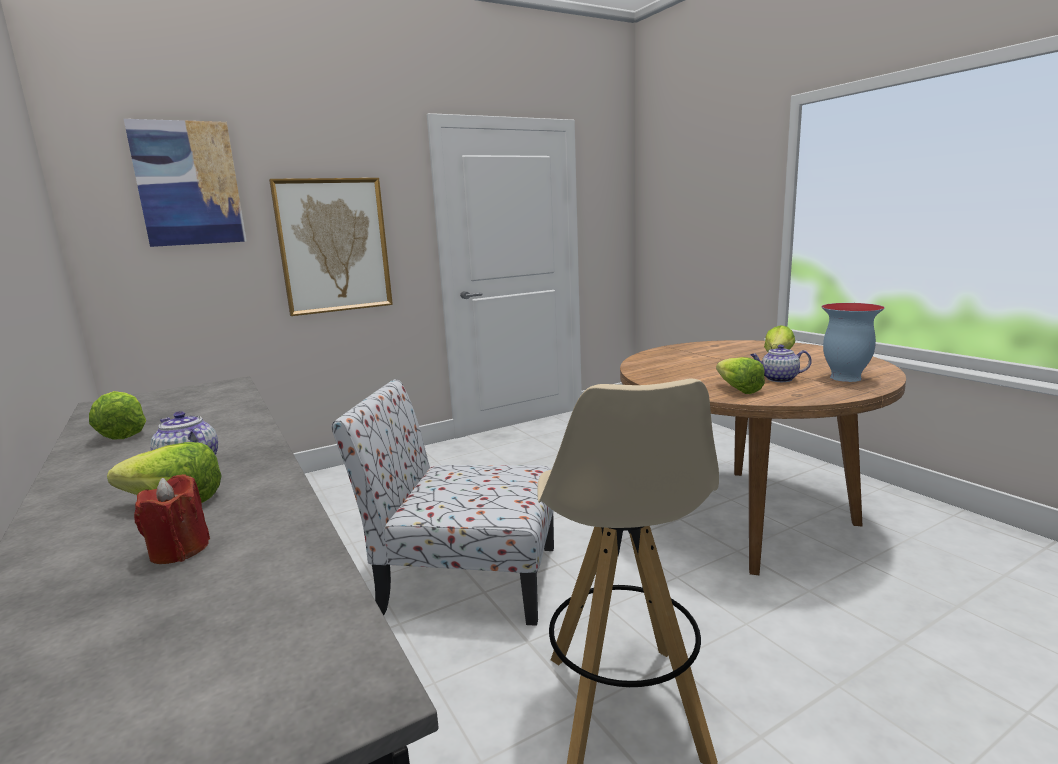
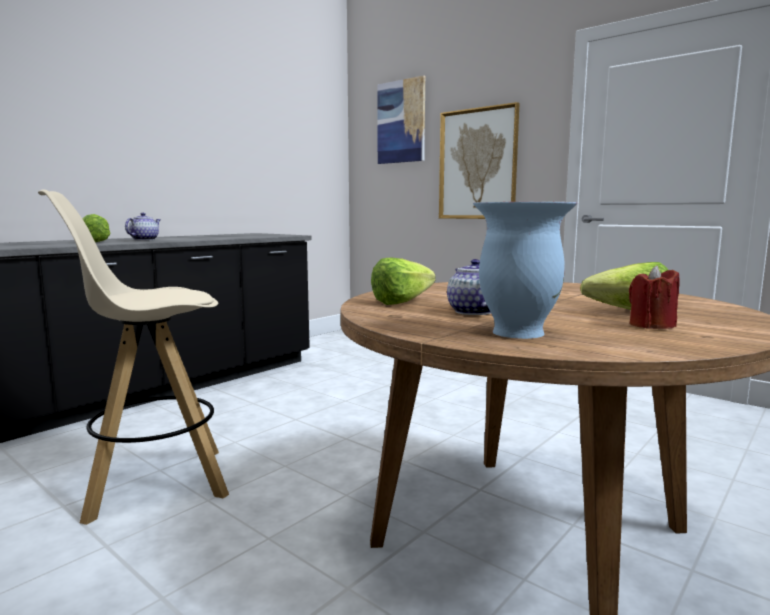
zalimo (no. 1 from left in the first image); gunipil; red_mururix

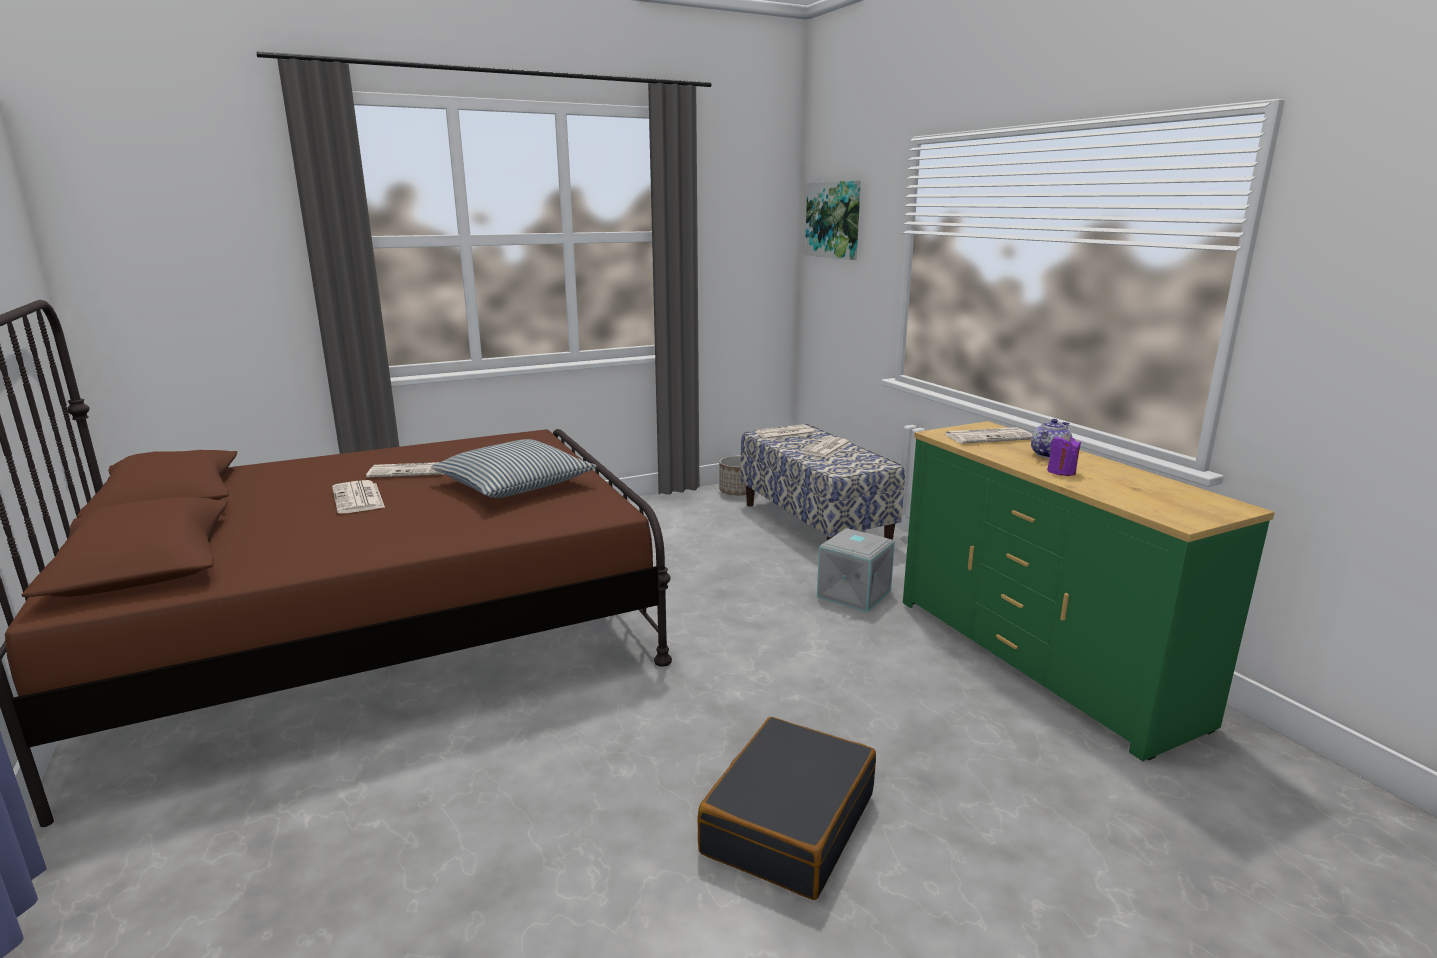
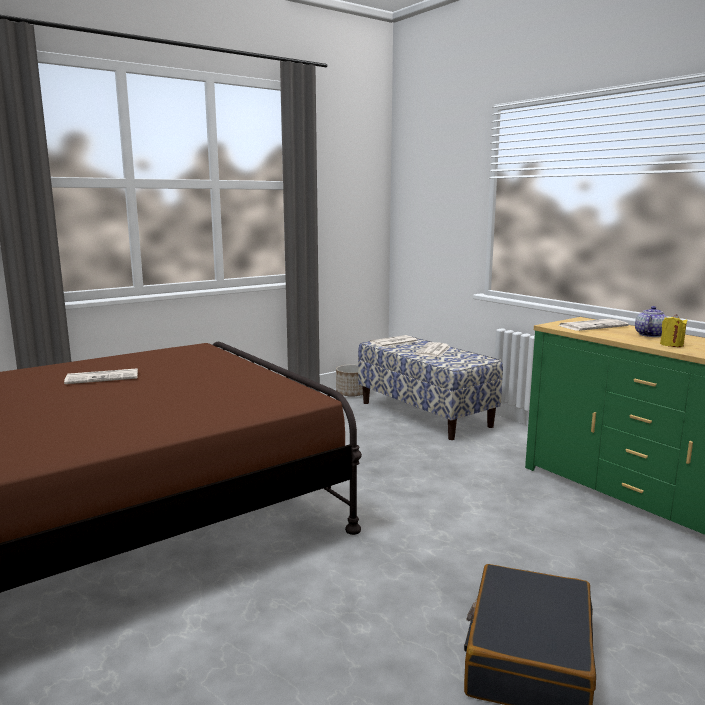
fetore (no. 1 from left in the first image); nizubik; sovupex; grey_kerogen; yellow_mururix

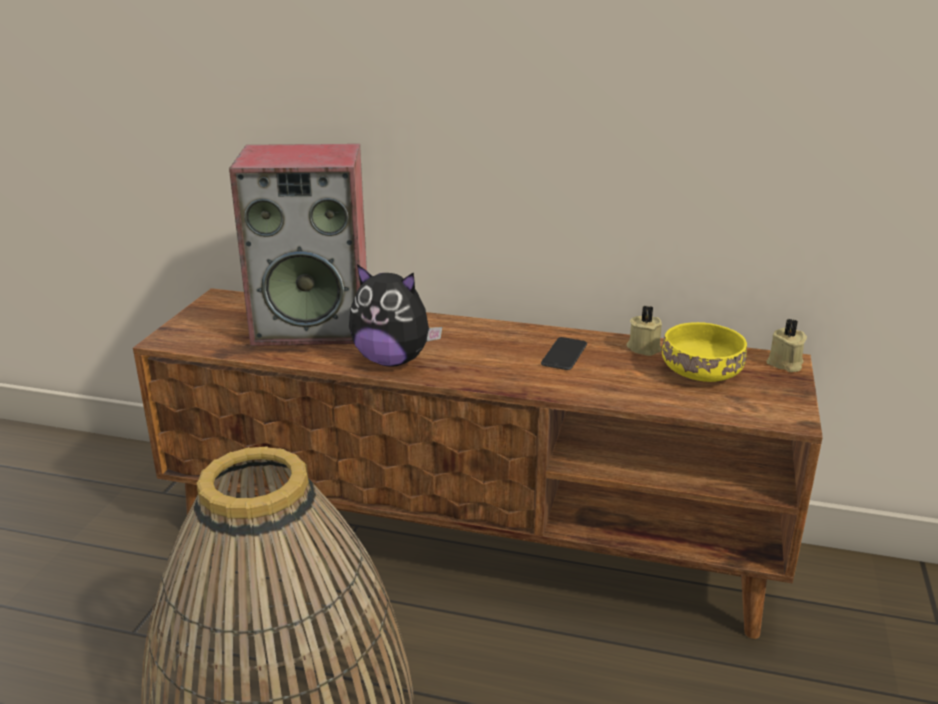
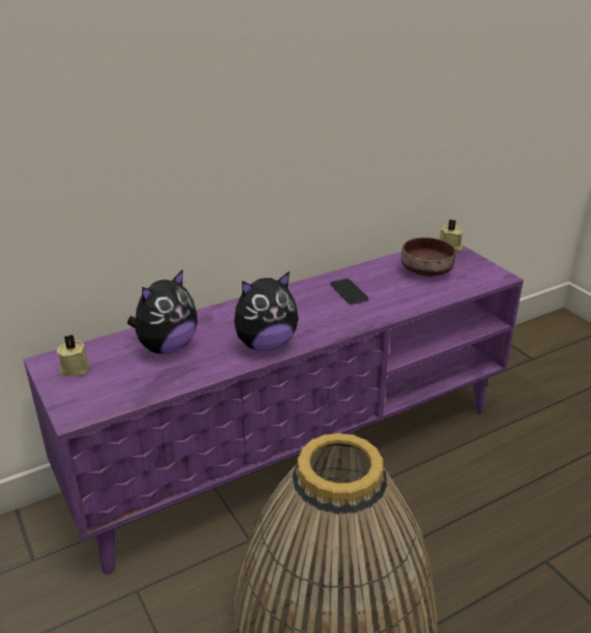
beige_mururix (no. 1 from left); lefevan (no. 1 from left); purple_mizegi; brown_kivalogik

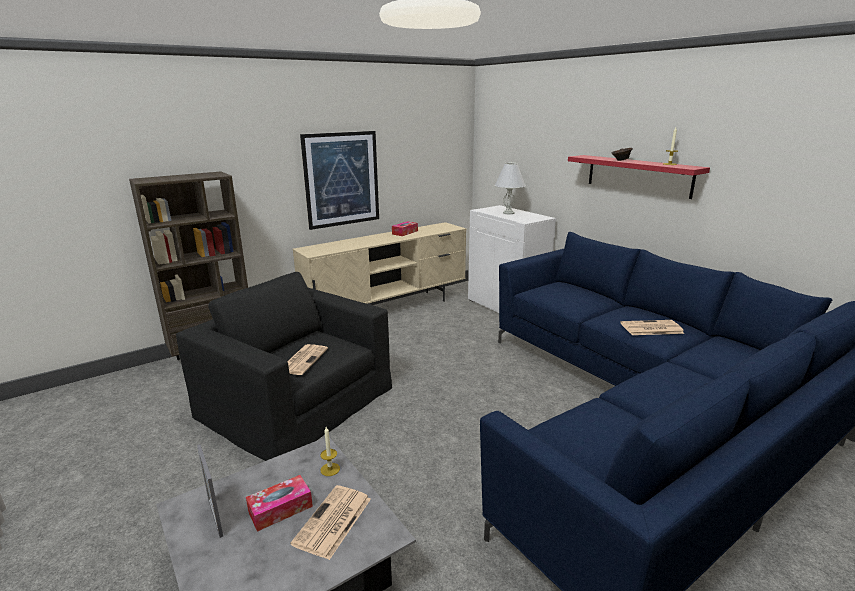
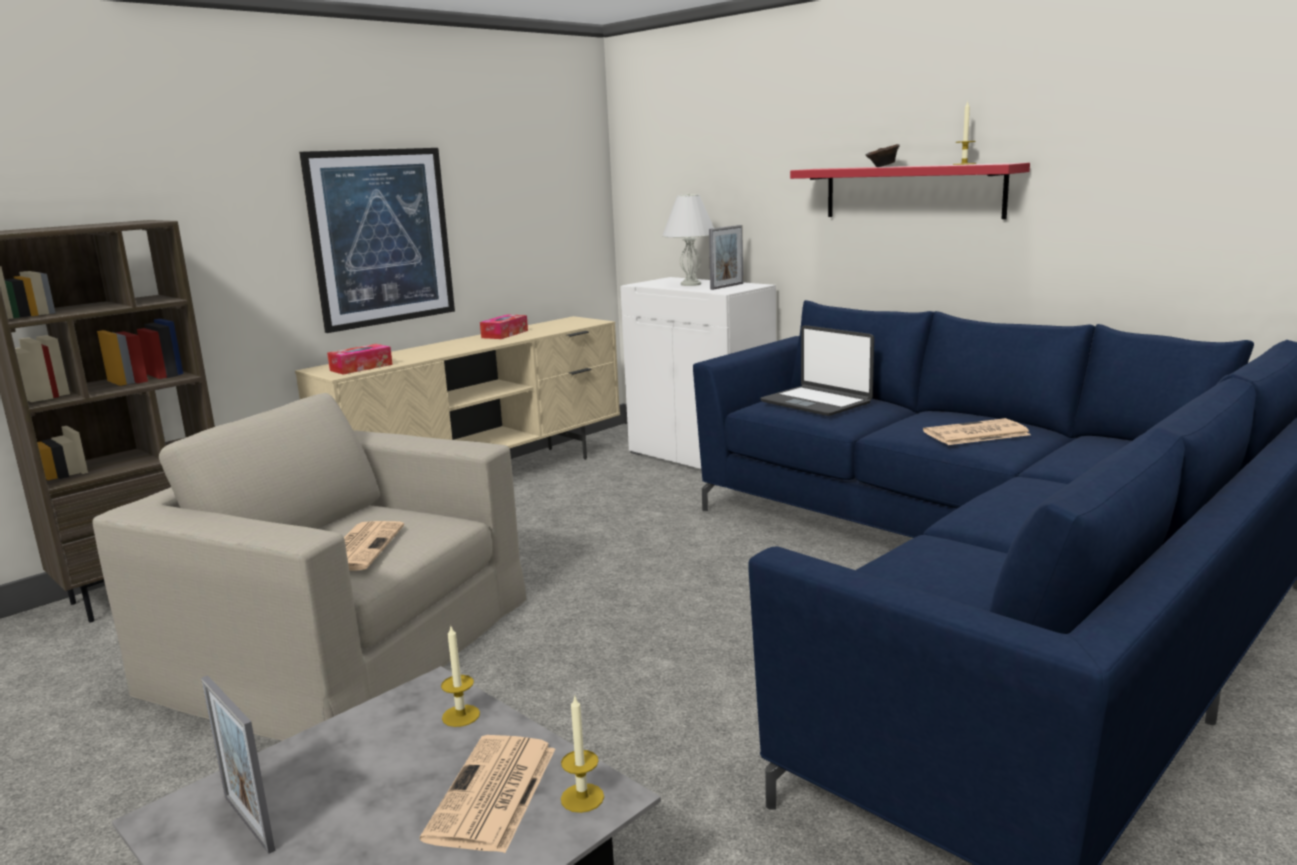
mururix (no. 2 from left); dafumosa (no. 2 from left); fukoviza; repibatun (no. 1 from left); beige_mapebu

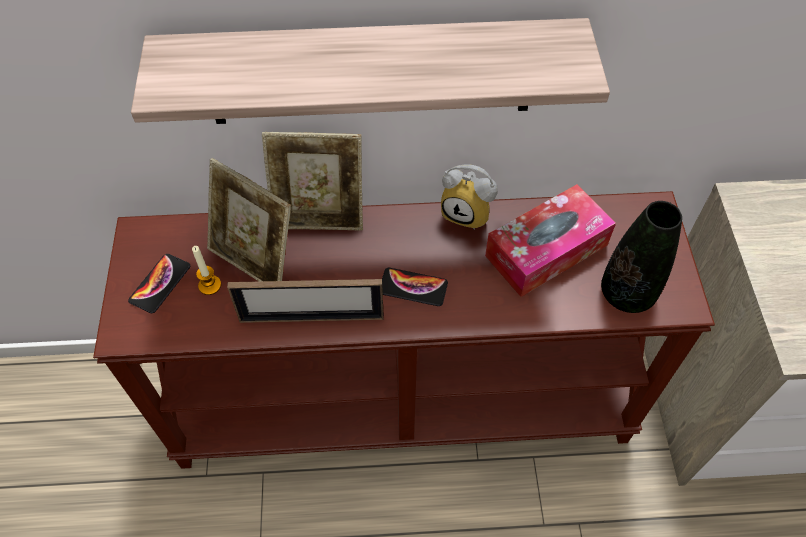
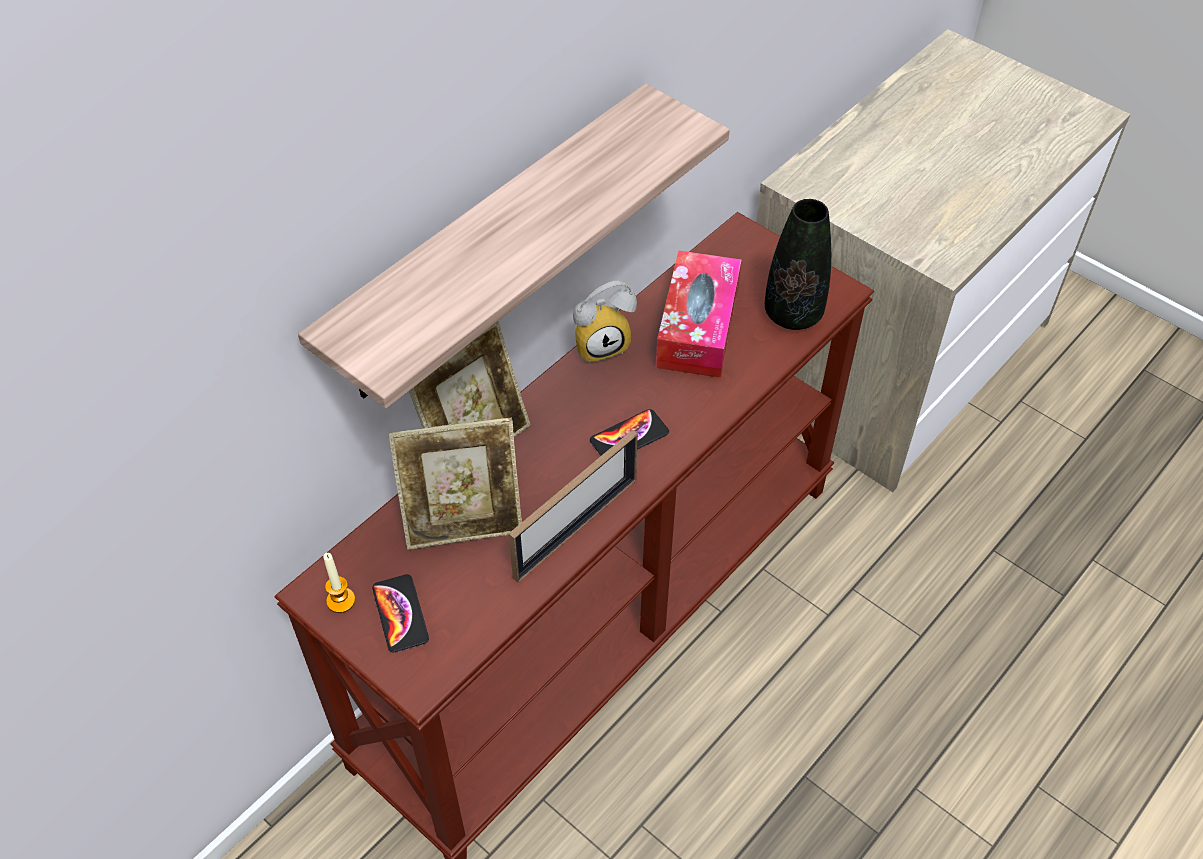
mururix

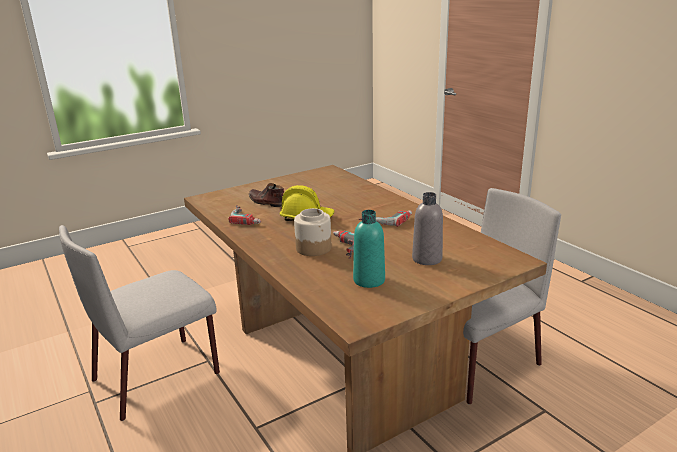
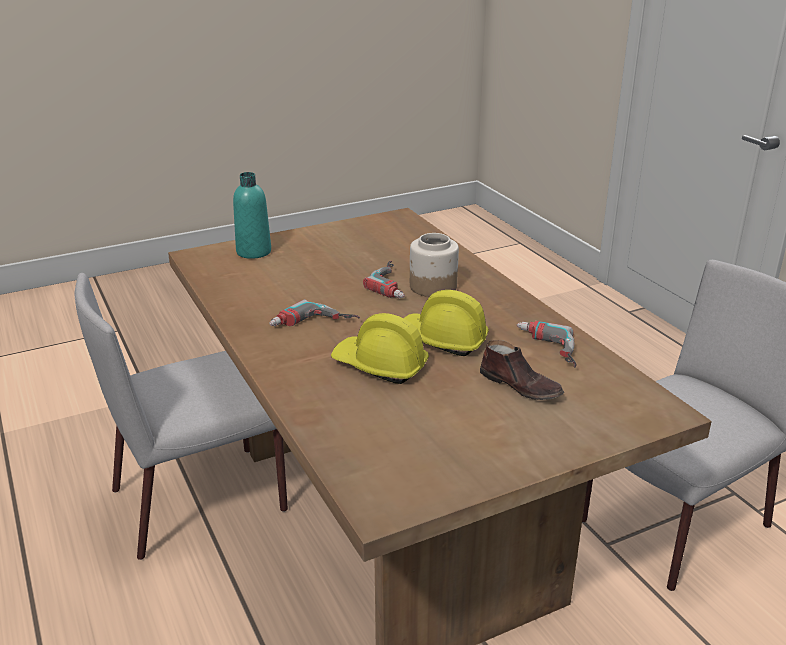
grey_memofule; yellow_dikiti (no. 1 from left); turquoise_memofule

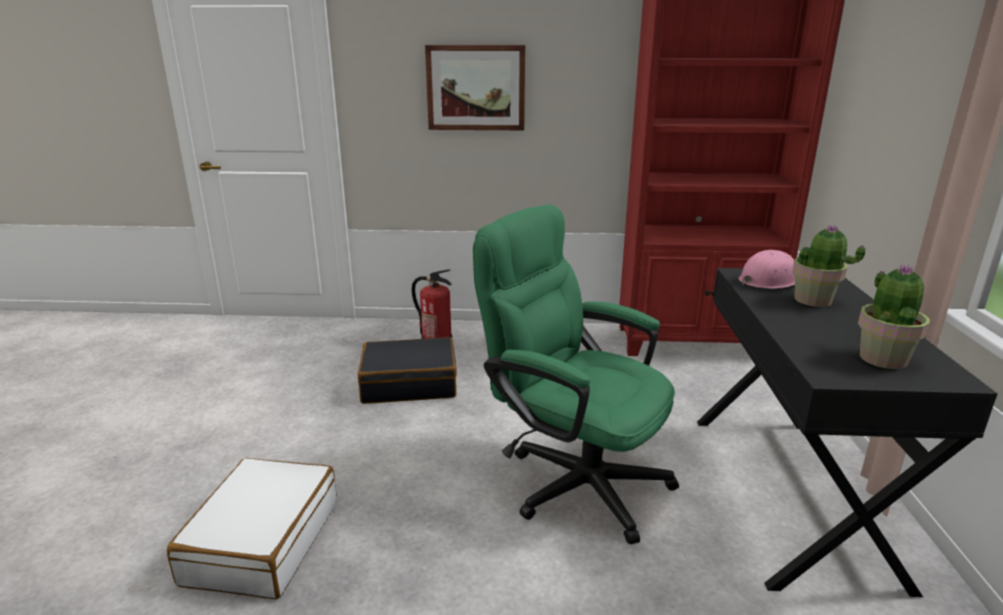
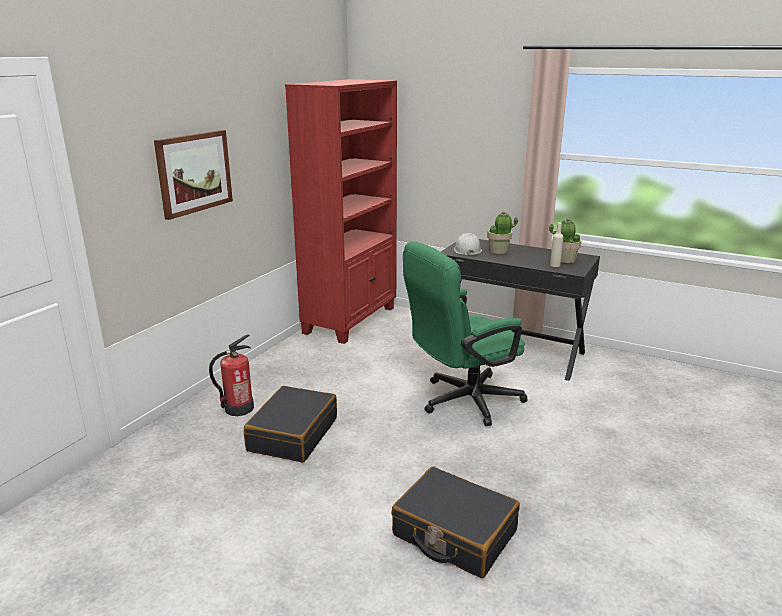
beige_memofule; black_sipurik (no. 2 from left); white_dikiti

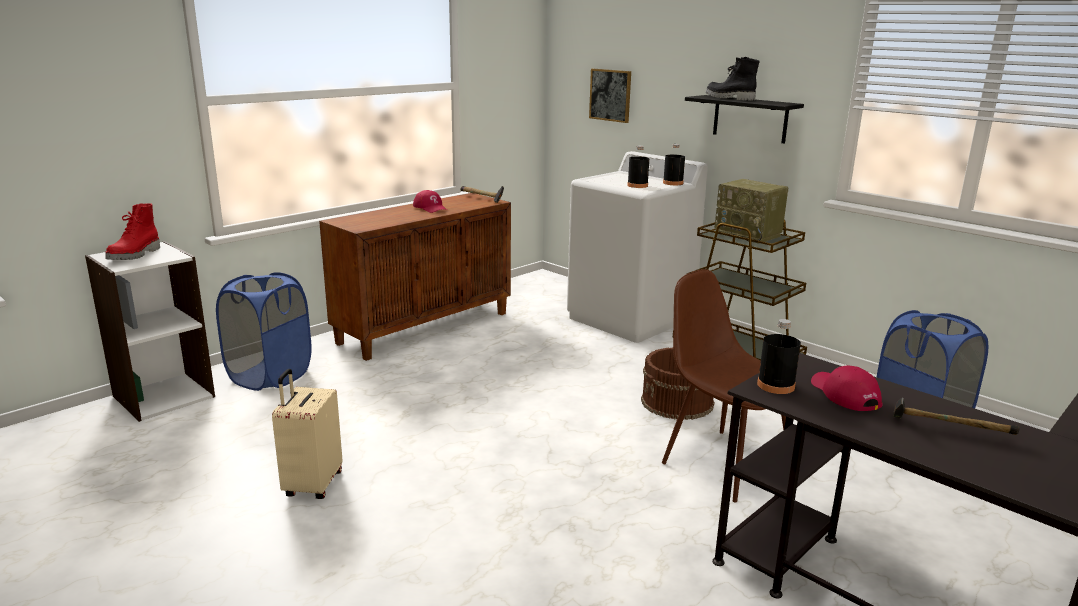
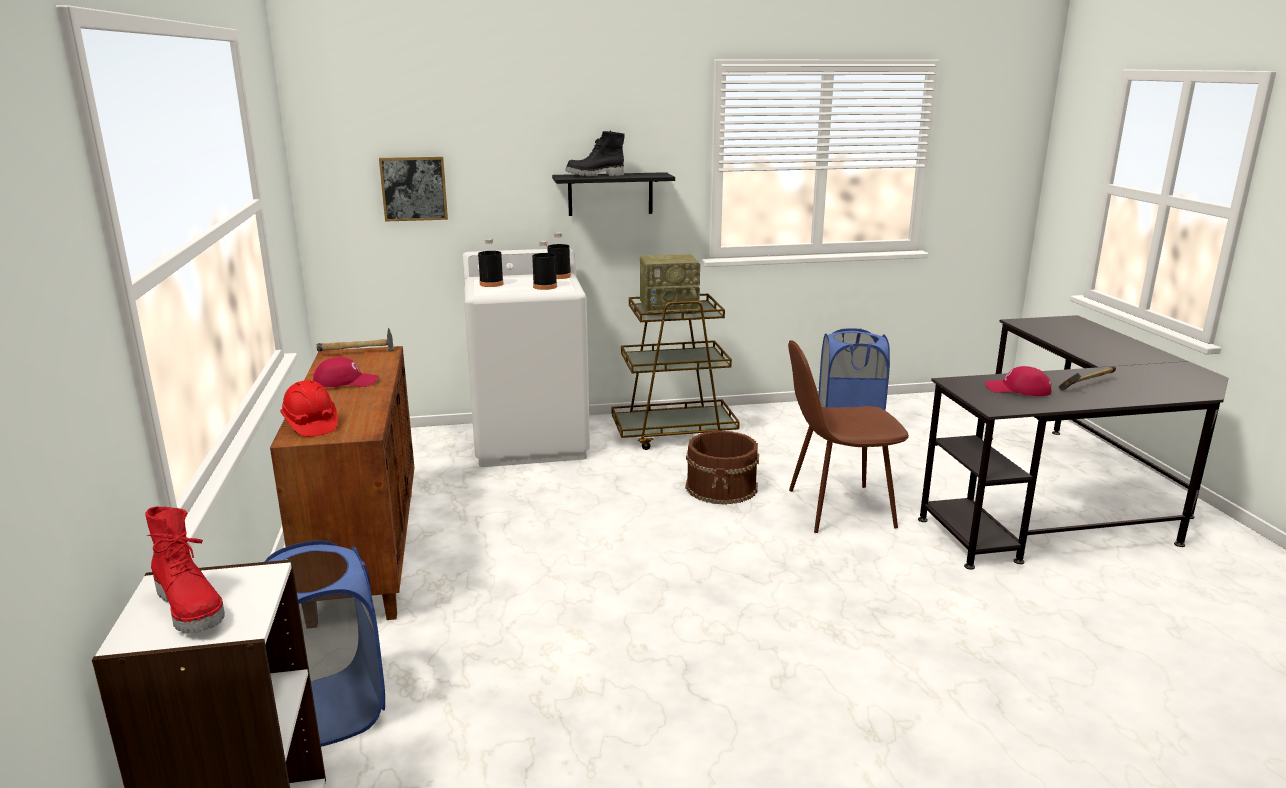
beige_sipurik; red_dikiti; black_memofule (no. 1 from left)

